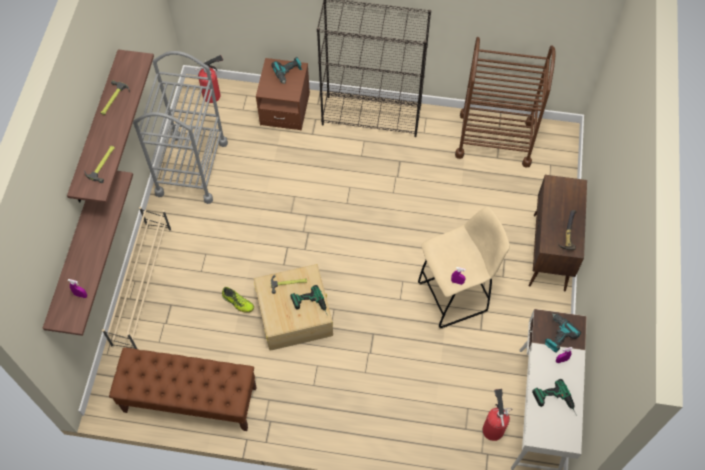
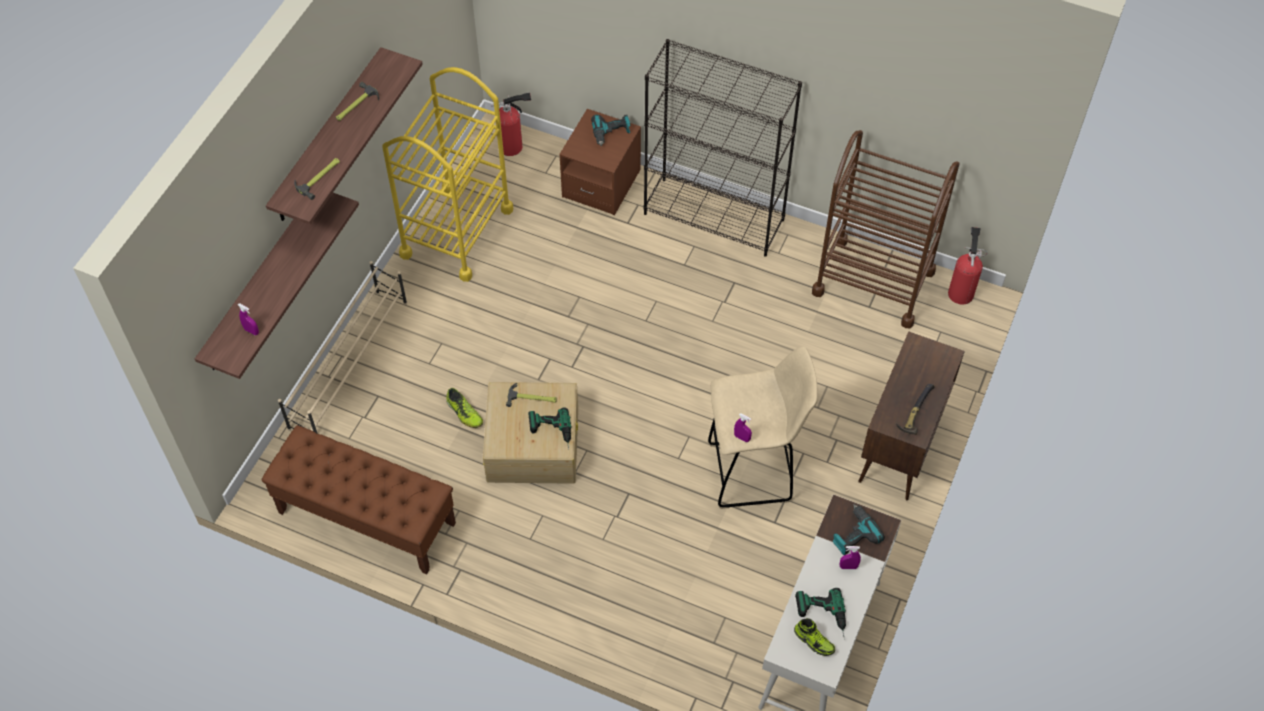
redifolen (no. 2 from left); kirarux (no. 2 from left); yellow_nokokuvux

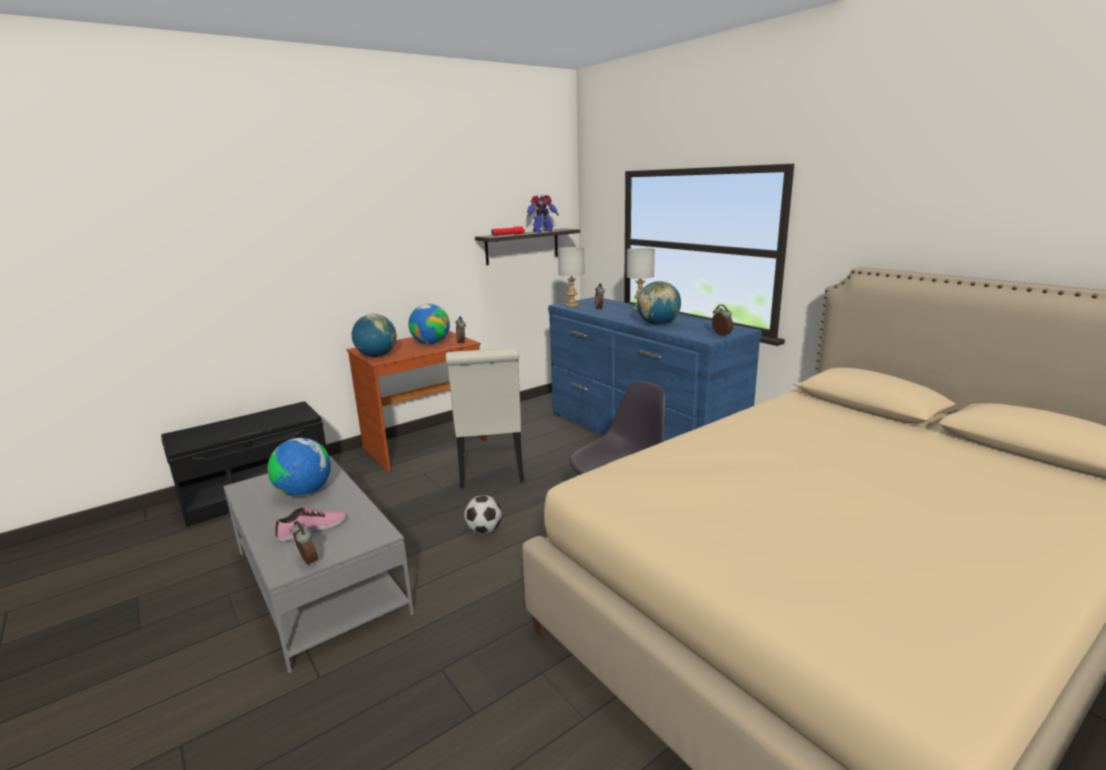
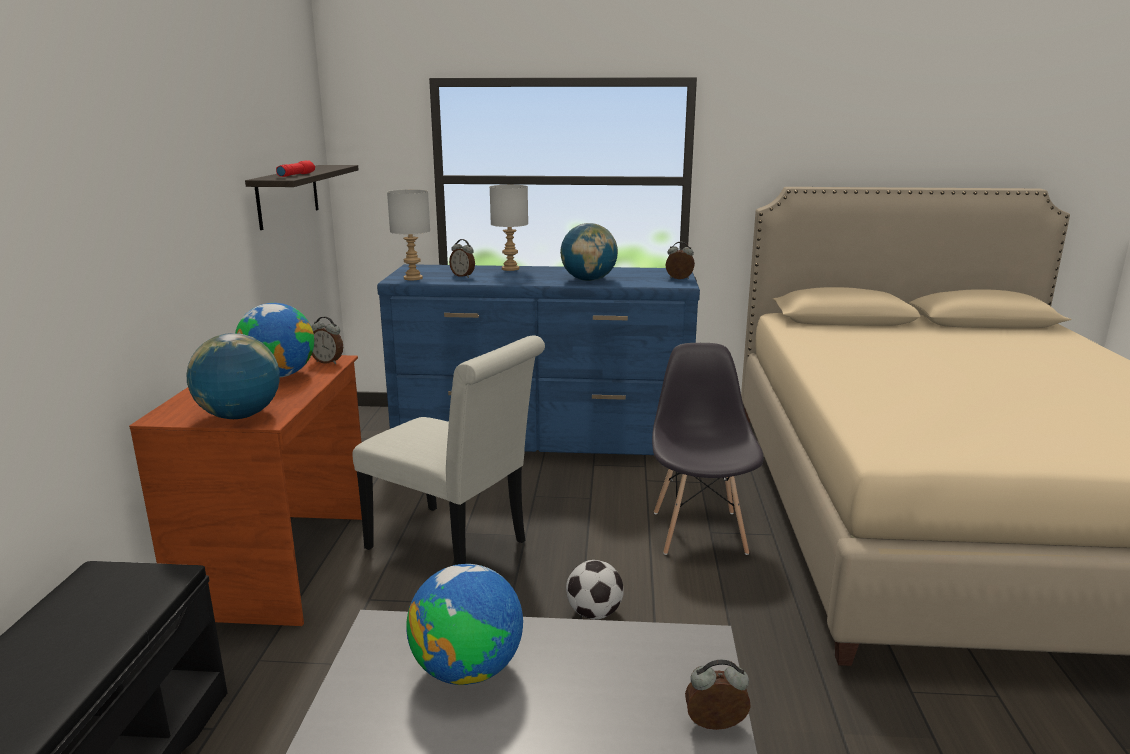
redifolen; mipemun

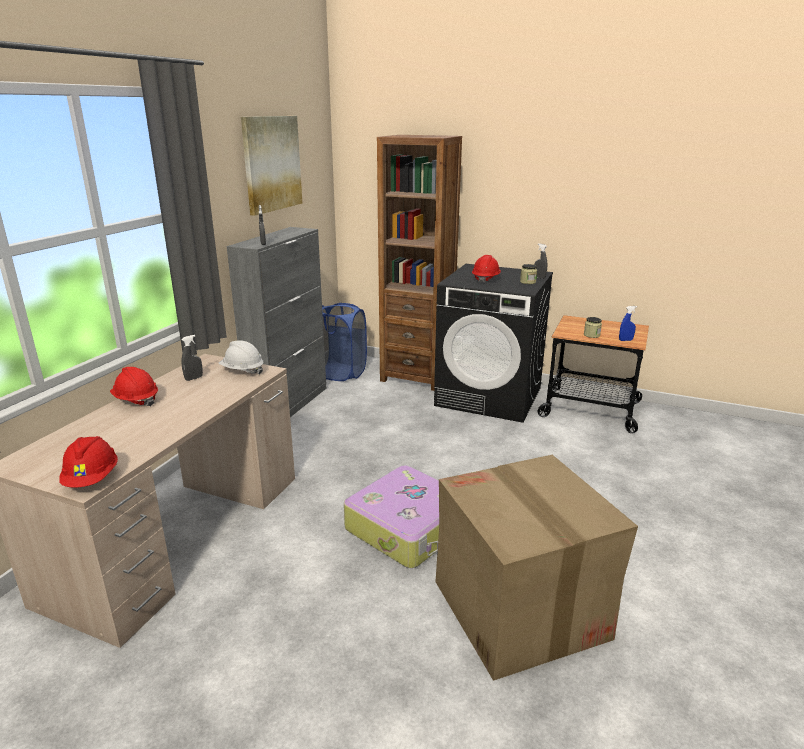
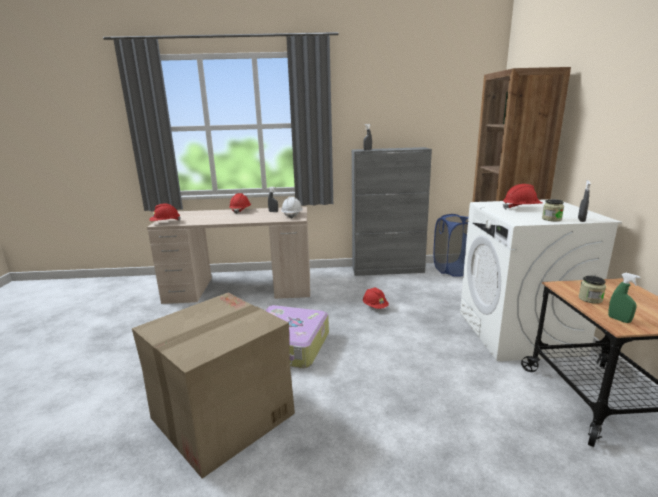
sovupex; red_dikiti (no. 3 from left); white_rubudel; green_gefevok

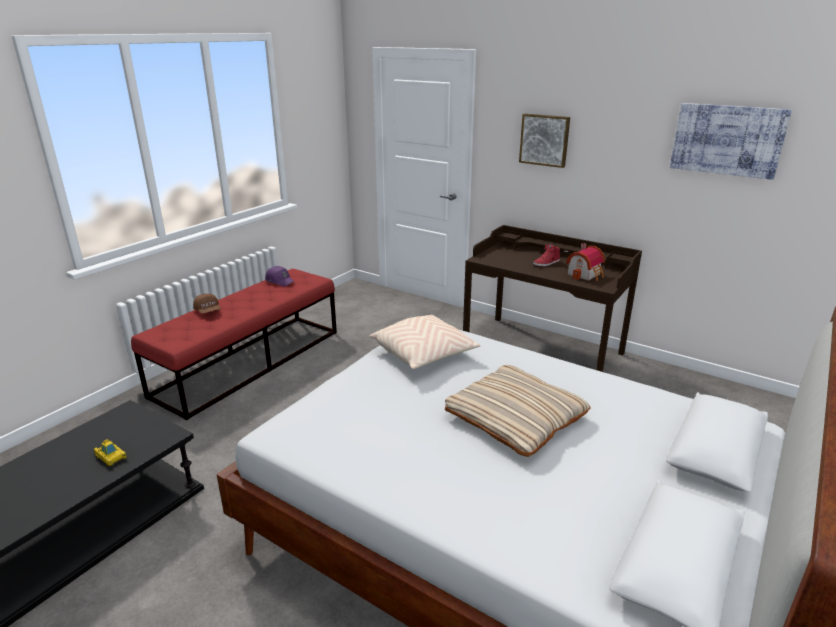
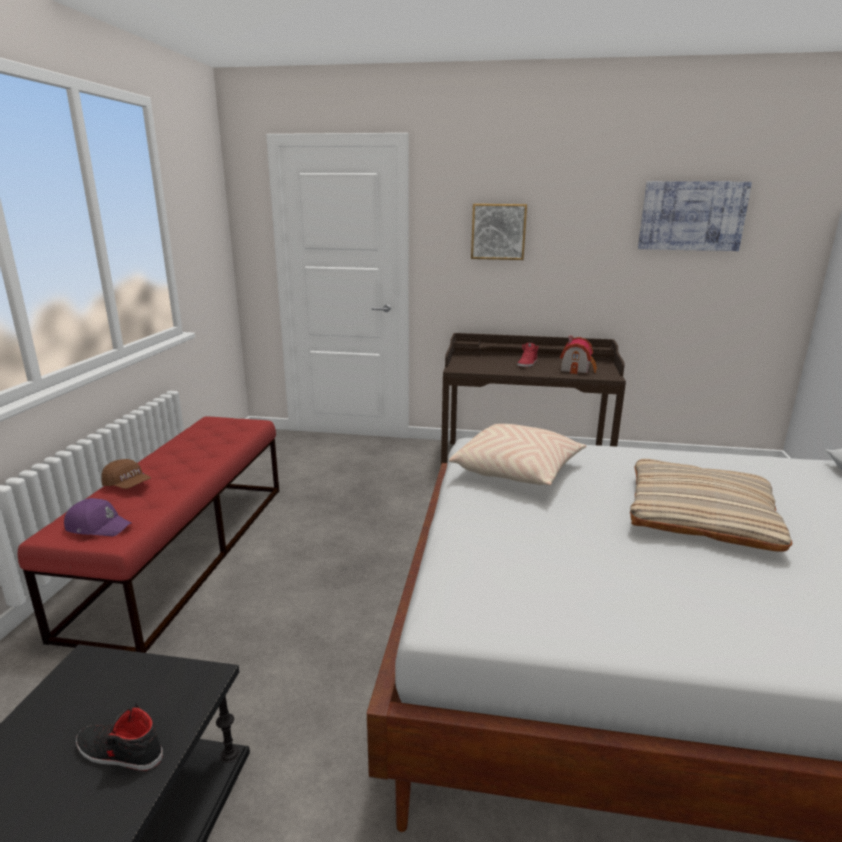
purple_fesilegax; black_redifolen

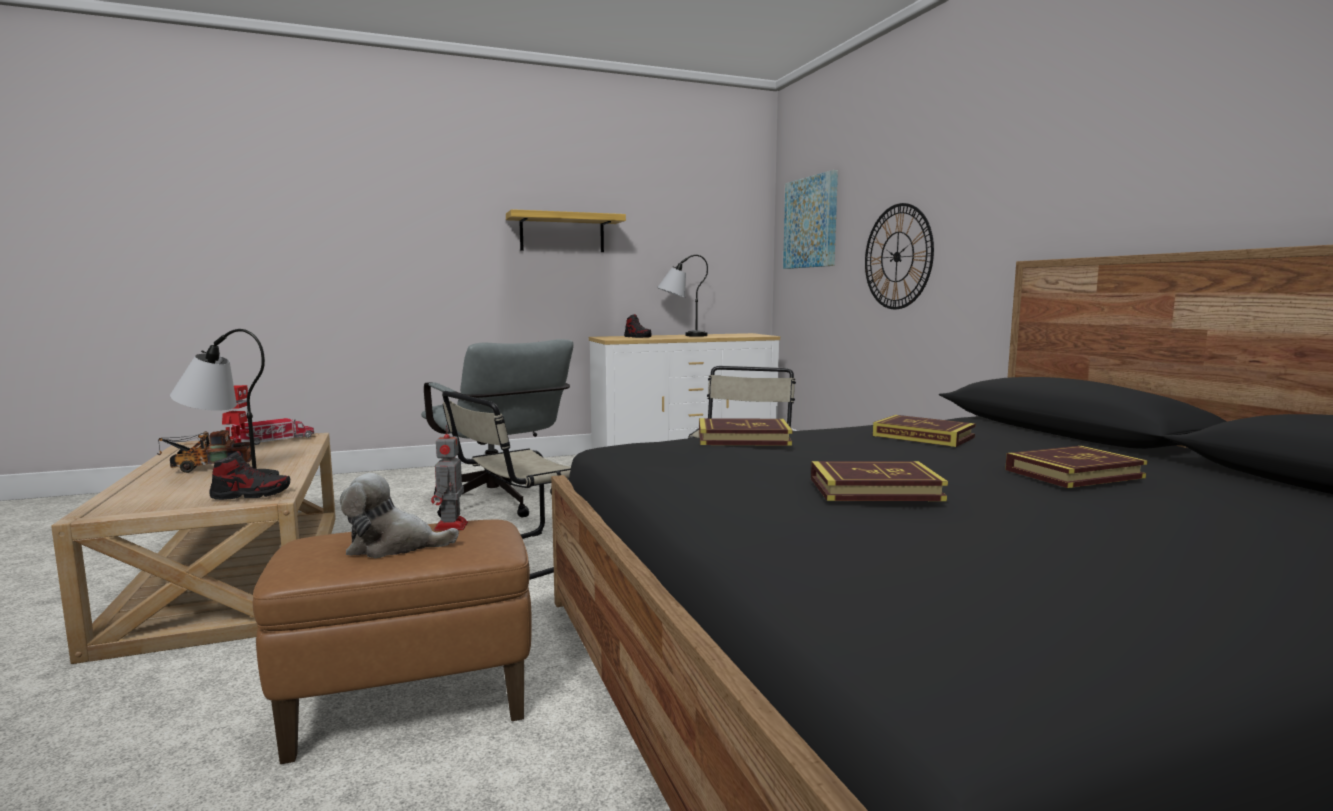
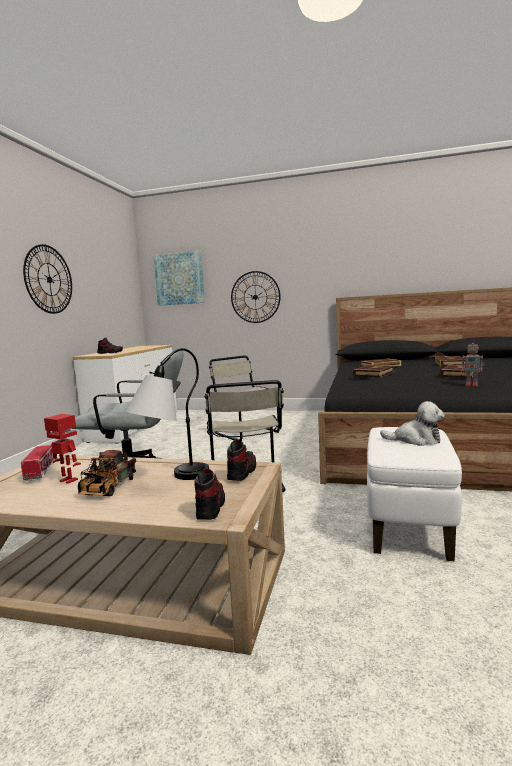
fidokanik (no. 2 from left in the first image); redifolen (no. 2 from left); mipemun (no. 2 from left); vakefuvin (no. 1 from left); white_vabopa; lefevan

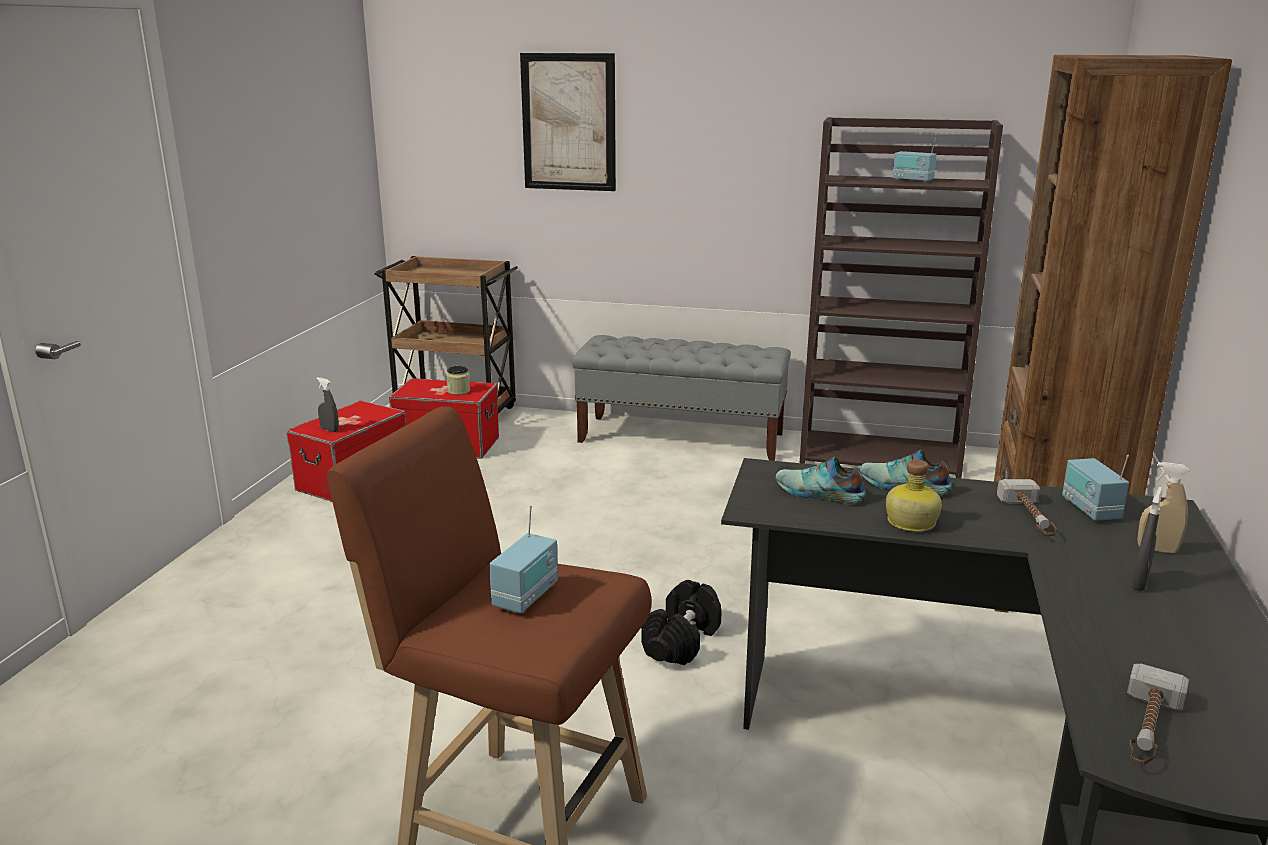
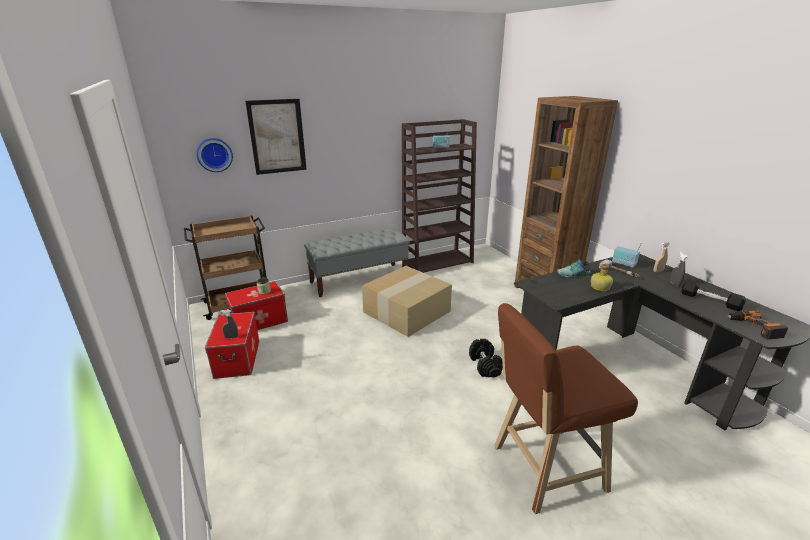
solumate (no. 1 from left in the first image); redifolen (no. 1 from left in the first image); vakefuvin; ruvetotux; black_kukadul (no. 2 from left); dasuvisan

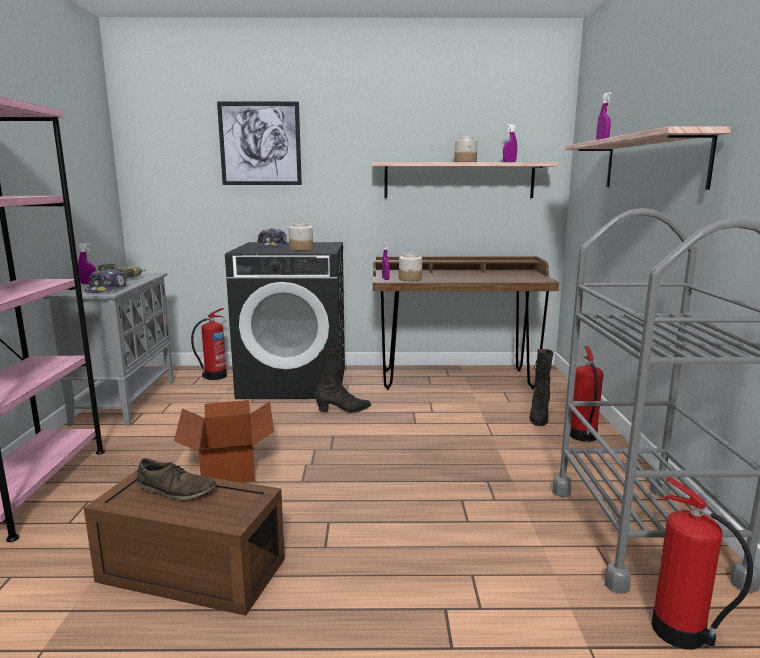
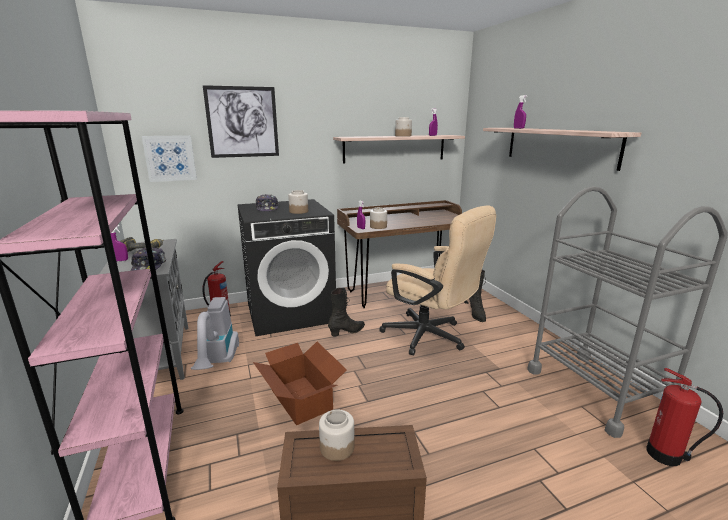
kirarux (no. 2 from left in the first image); sovupex (no. 1 from left); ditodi; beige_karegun; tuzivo (no. 2 from left)

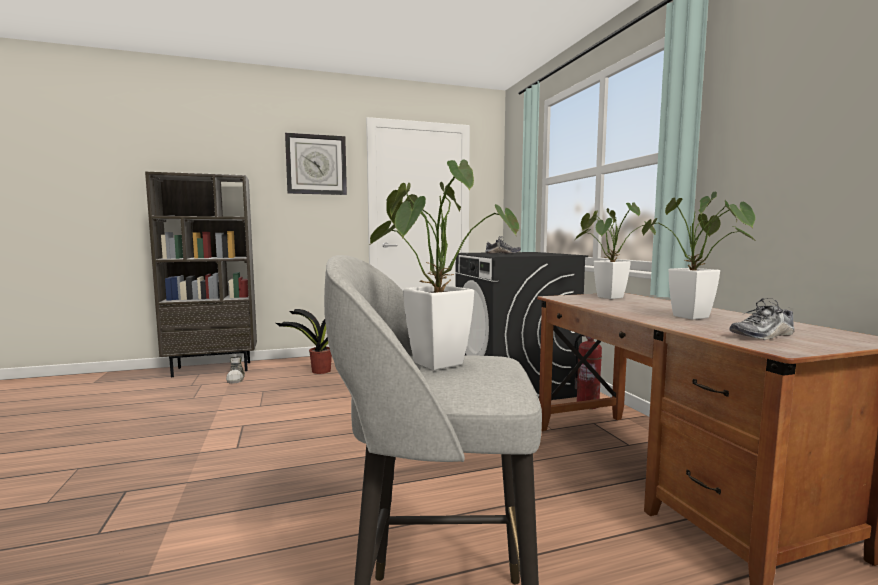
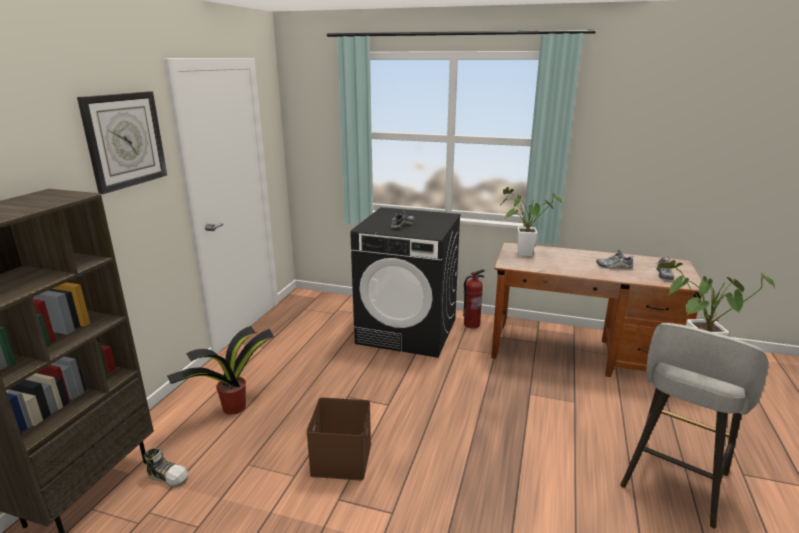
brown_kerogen; redifolen (no. 3 from left)

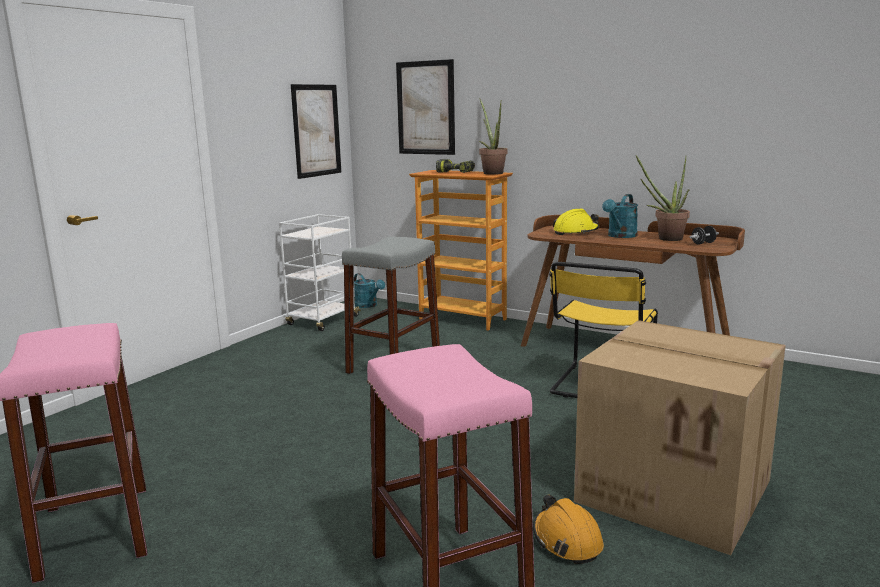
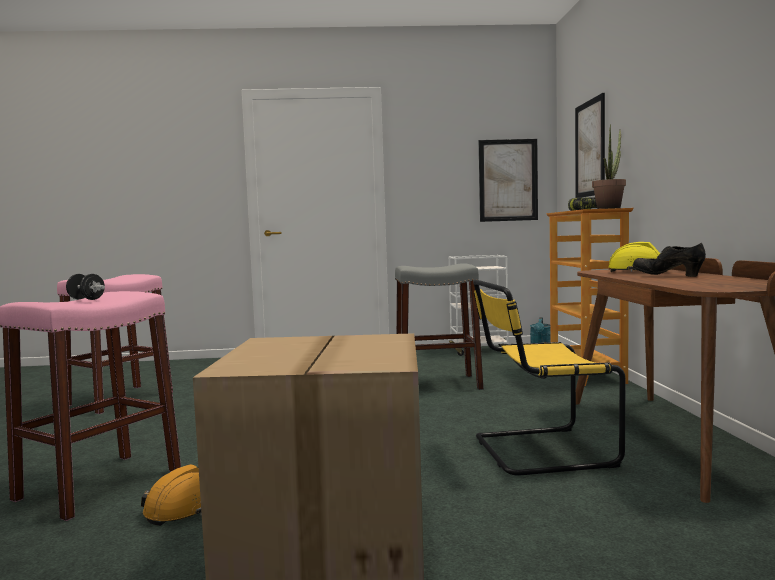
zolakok (no. 2 from left in the first image); black_kukadul; black_redifolen

